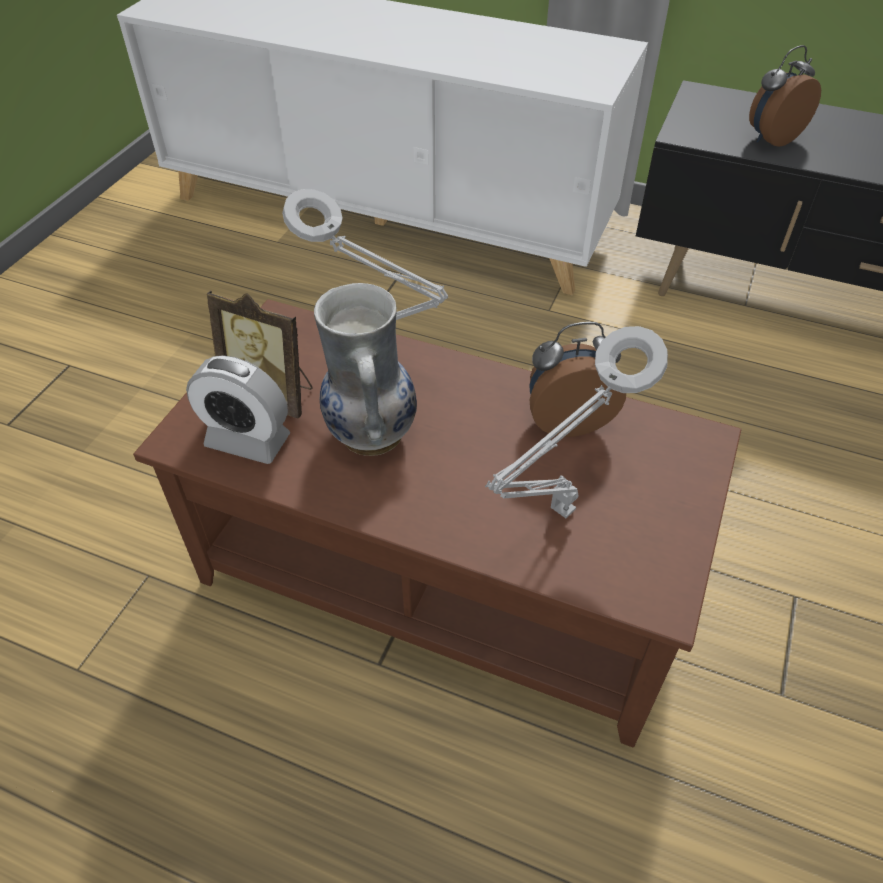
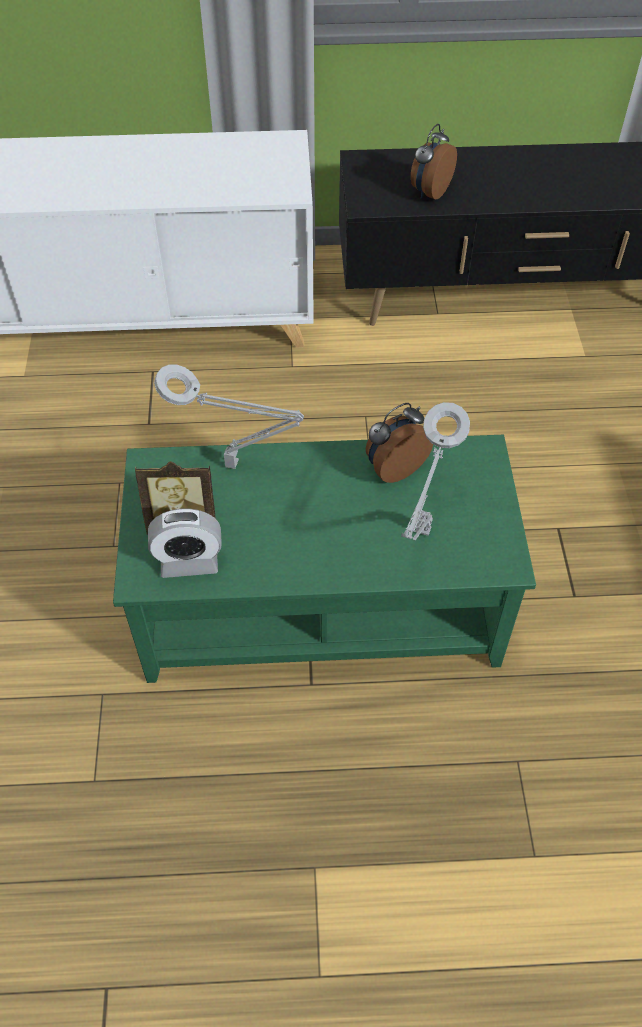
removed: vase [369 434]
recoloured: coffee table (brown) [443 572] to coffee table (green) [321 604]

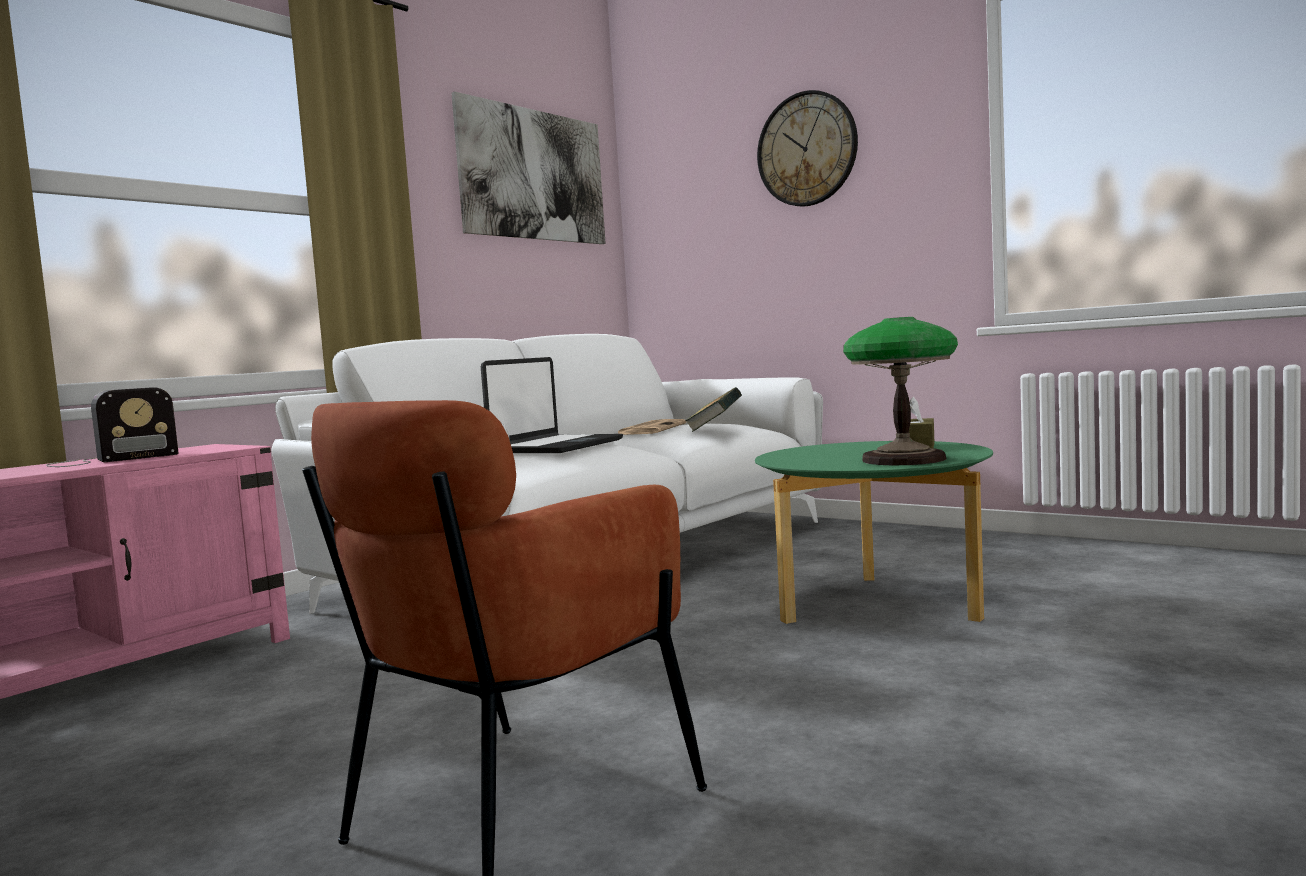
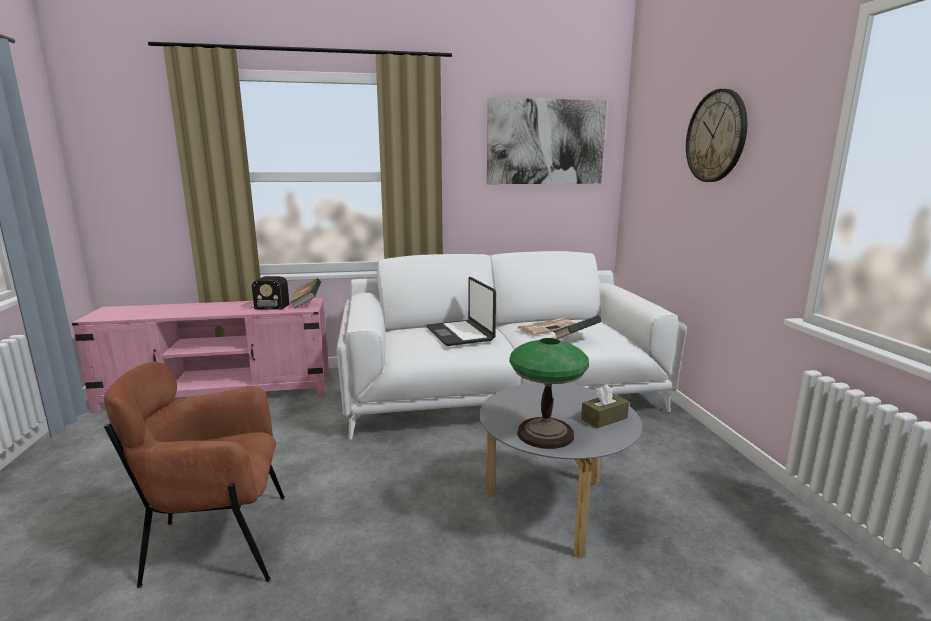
added: book [306 304]
recoloured: coffee table (green) [876 605] to coffee table (grey) [554 507]
turned: laptop [556 446] = [460 334] 90 degrees clockwise

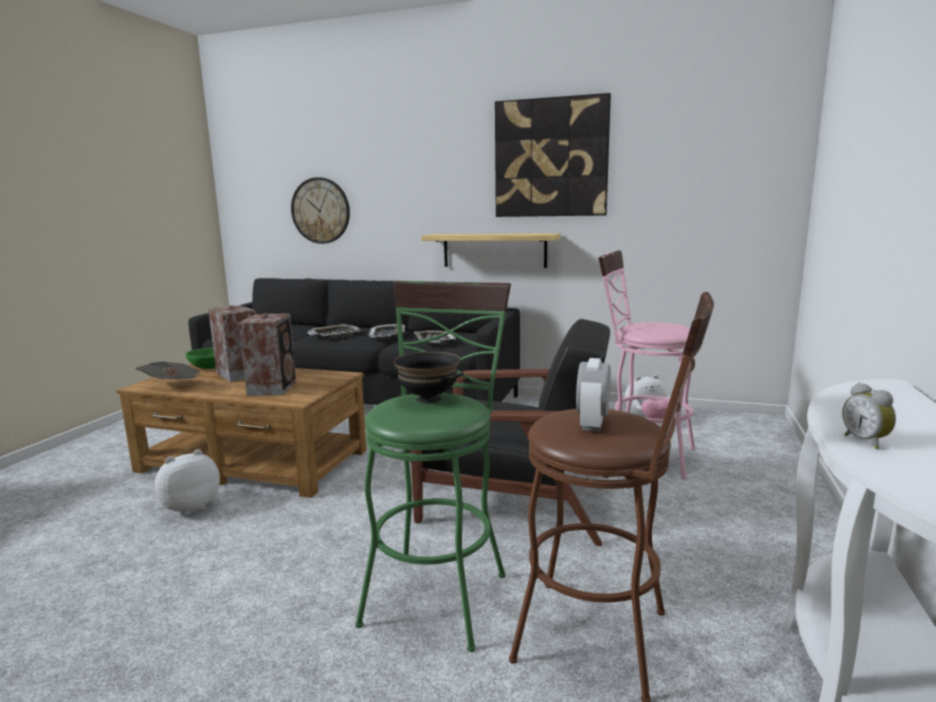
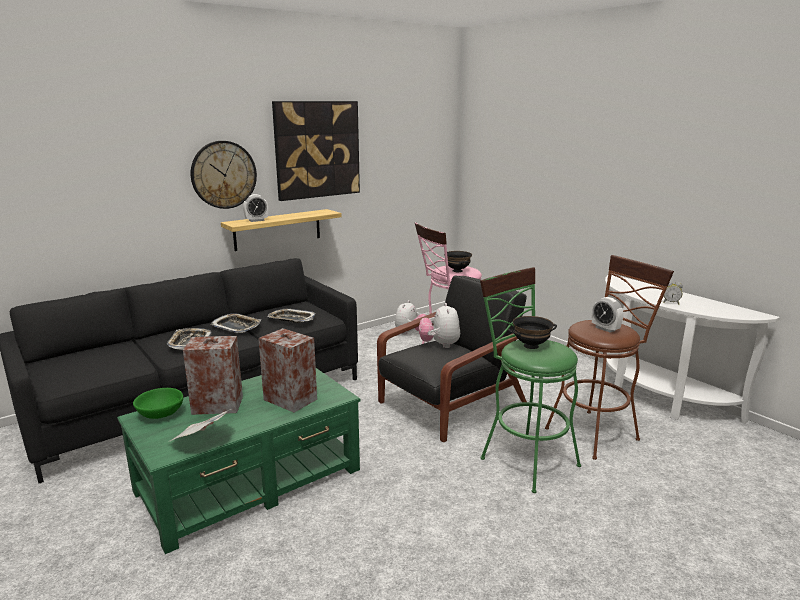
added: alarm clock [256 220]; bowl (black) [457 271]
moved: plush toy [189 507] to [439 345]; wall clock [321 210] to [223 174]
recoloured: coffee table (brown) [253 461] to coffee table (green) [250 480]

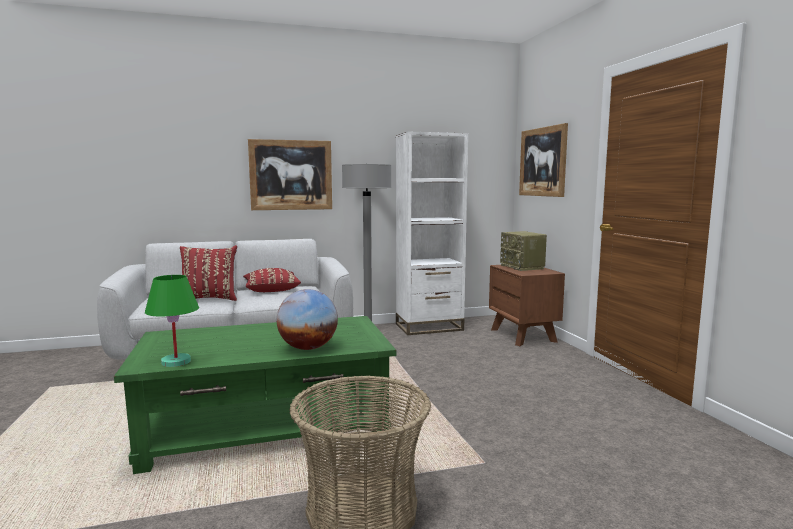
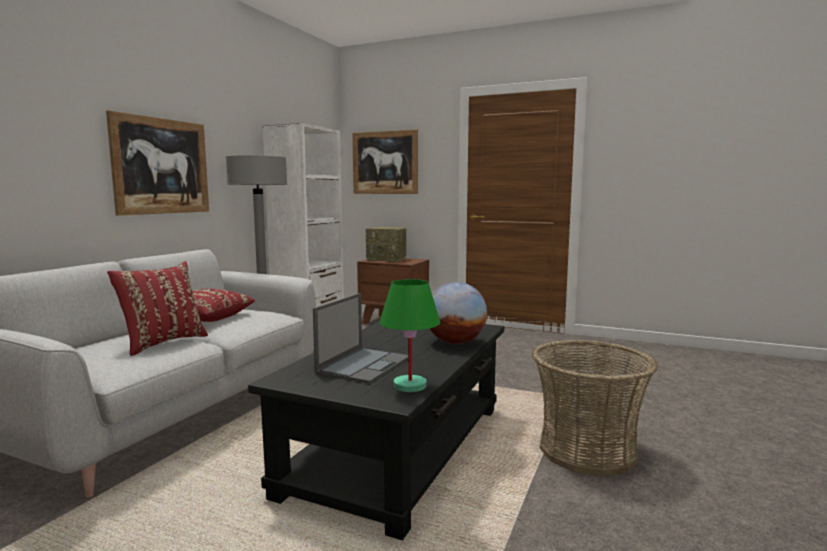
added: laptop [364 365]
recoloured: coffee table (green) [268 427] to coffee table (black) [399 448]

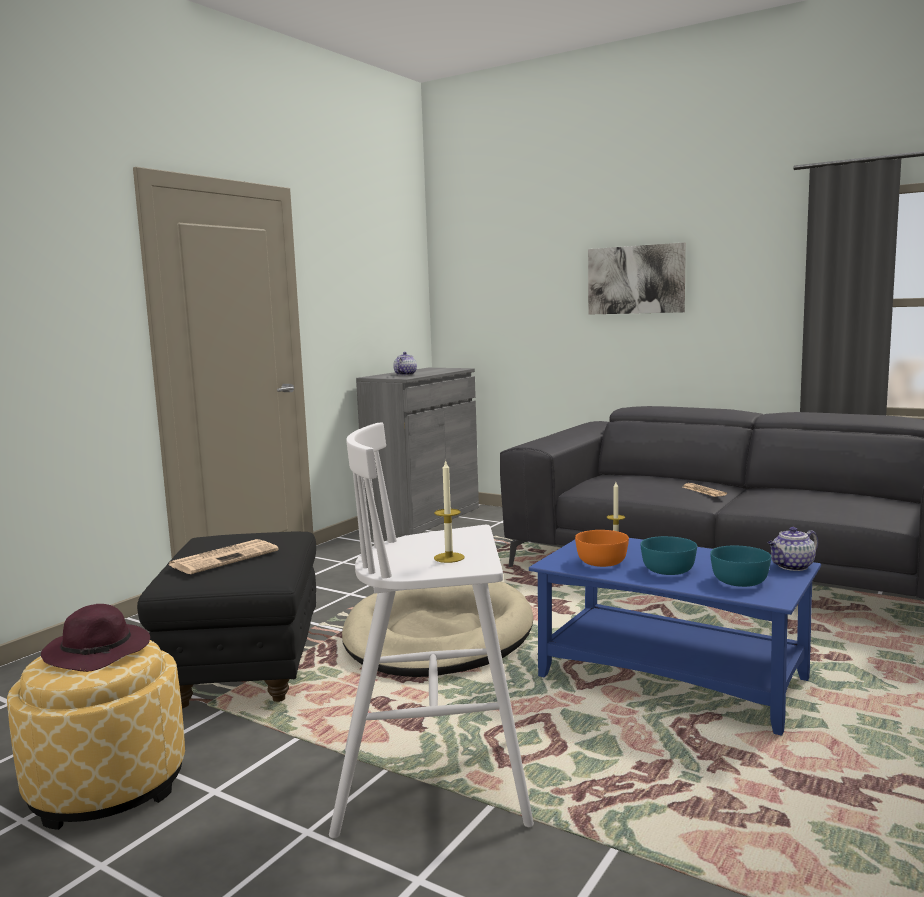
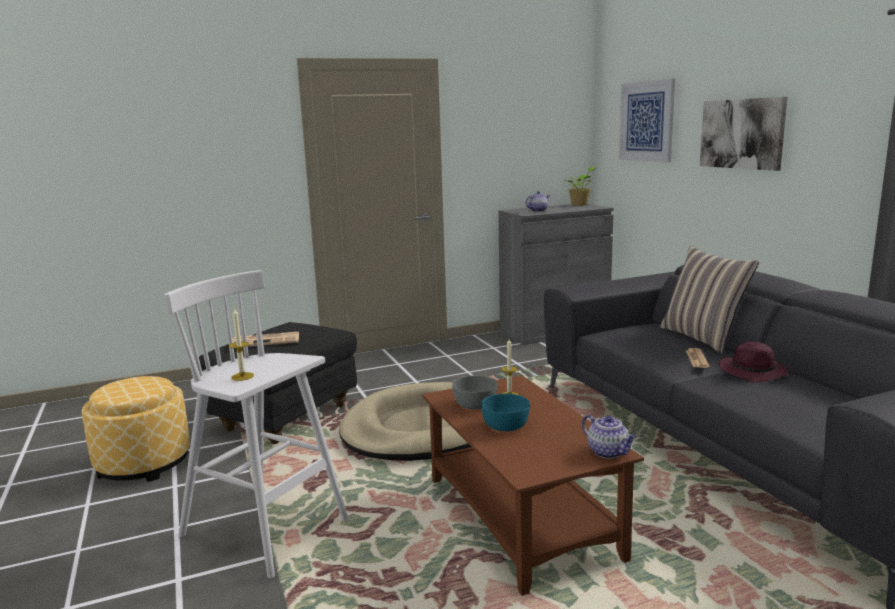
removed: bowl (turquoise) [739 581]
added: potted plant [580 205]; picture [646 121]; pillow [702 338]
moved: hat (purple) [99 652] to [753 372]
recoloured: coffee table (blue) [674 678] to coffee table (brown) [522 518]; bowl (orange) [601 562] to bowl (grey) [474 404]
turned: teapot [792 566] = [608 452] 135 degrees counterclockwise

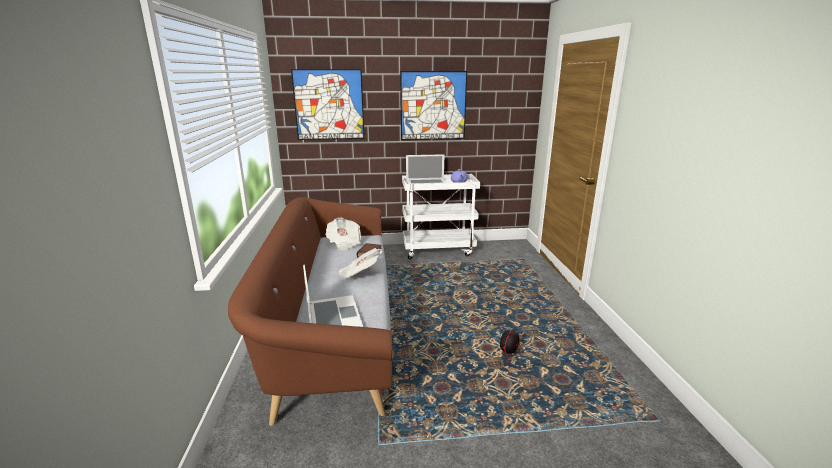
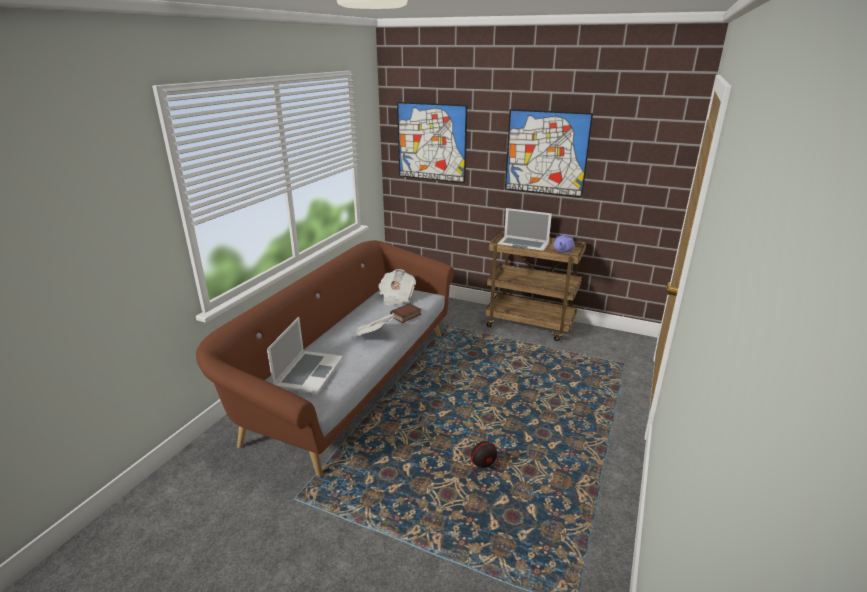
recoloured: cart (white) [438 250] to cart (brown) [530 324]

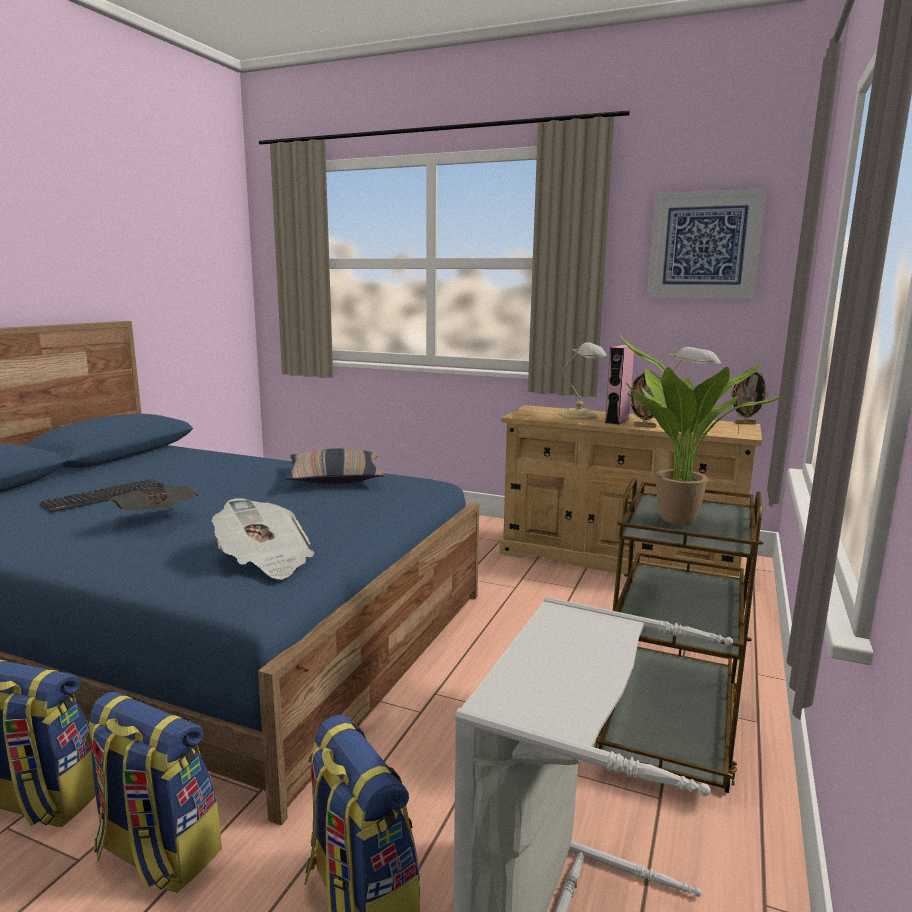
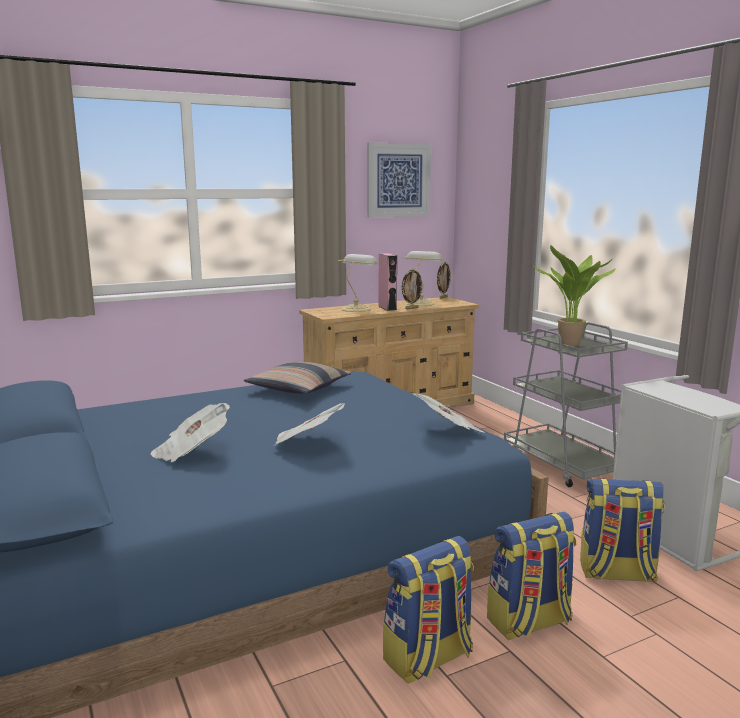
replaced: keyboard [106 496] to newspaper [191 452]
recoloured: cart (brown) [668 727] to cart (grey) [563 465]

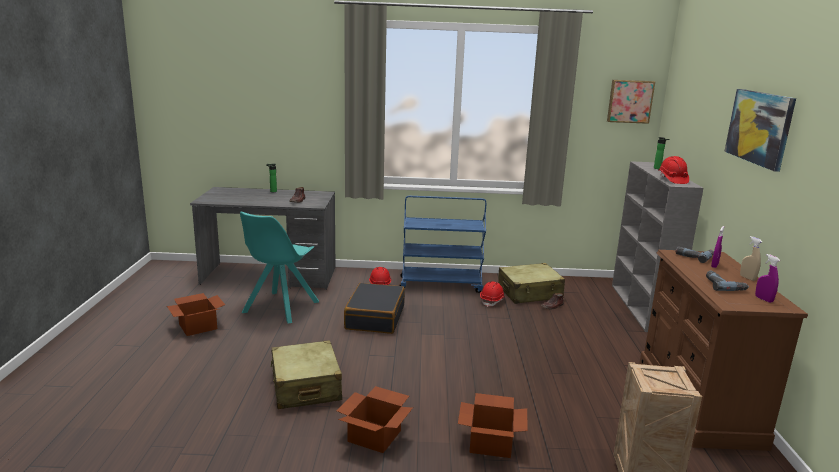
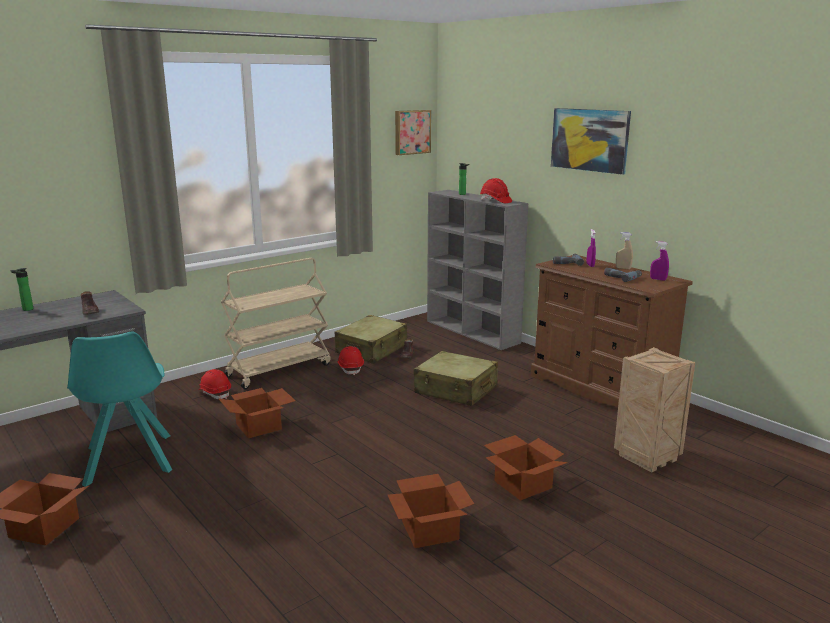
moved: suitcase (beige) [305 387] to [456 390]
replaced: suitcase (black) [374 317] to cardboard box [260 426]
recoloured: cart (blue) [441 284] to cart (beige) [279 370]

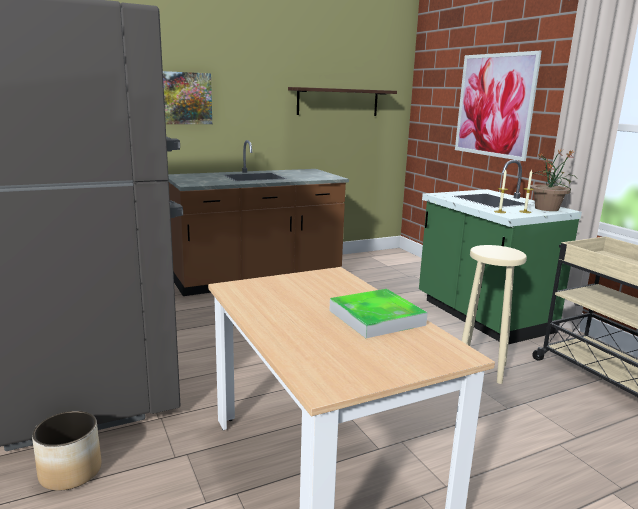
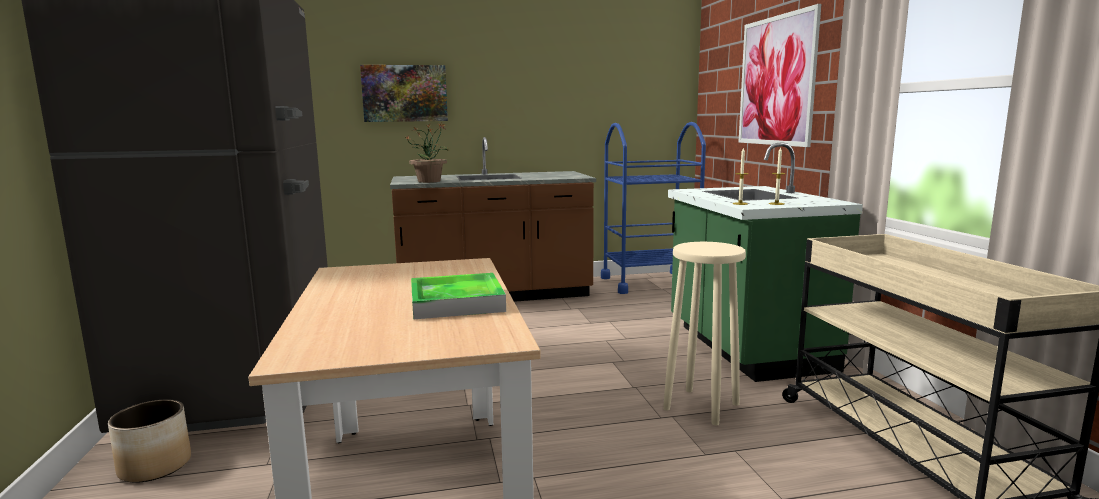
removed: shelf [338 102]
added: cart (blue) [650 282]
moved: potted plant [547 208] to [430 181]

